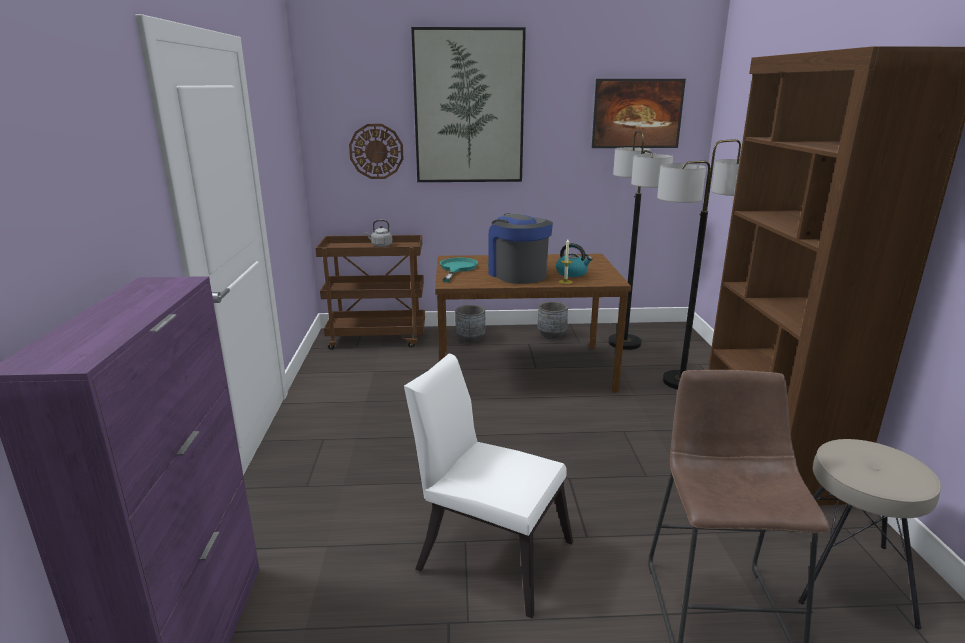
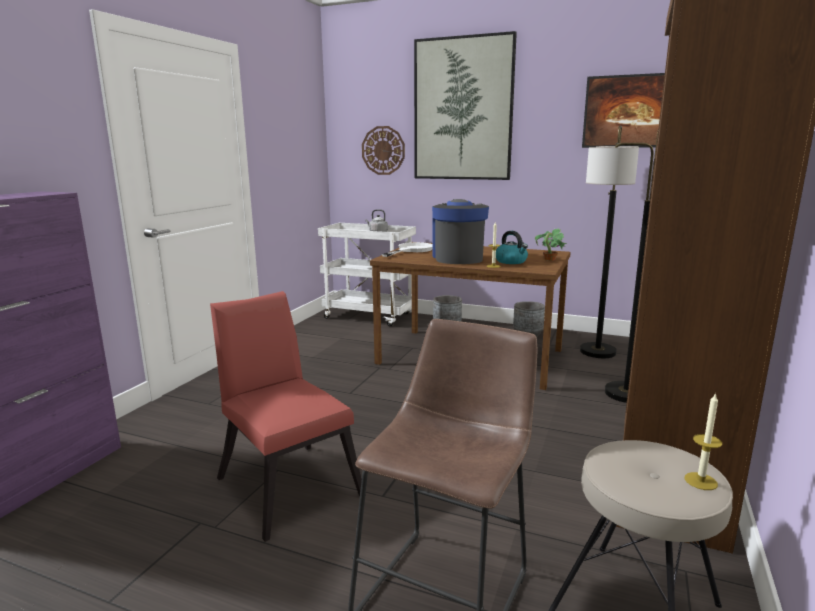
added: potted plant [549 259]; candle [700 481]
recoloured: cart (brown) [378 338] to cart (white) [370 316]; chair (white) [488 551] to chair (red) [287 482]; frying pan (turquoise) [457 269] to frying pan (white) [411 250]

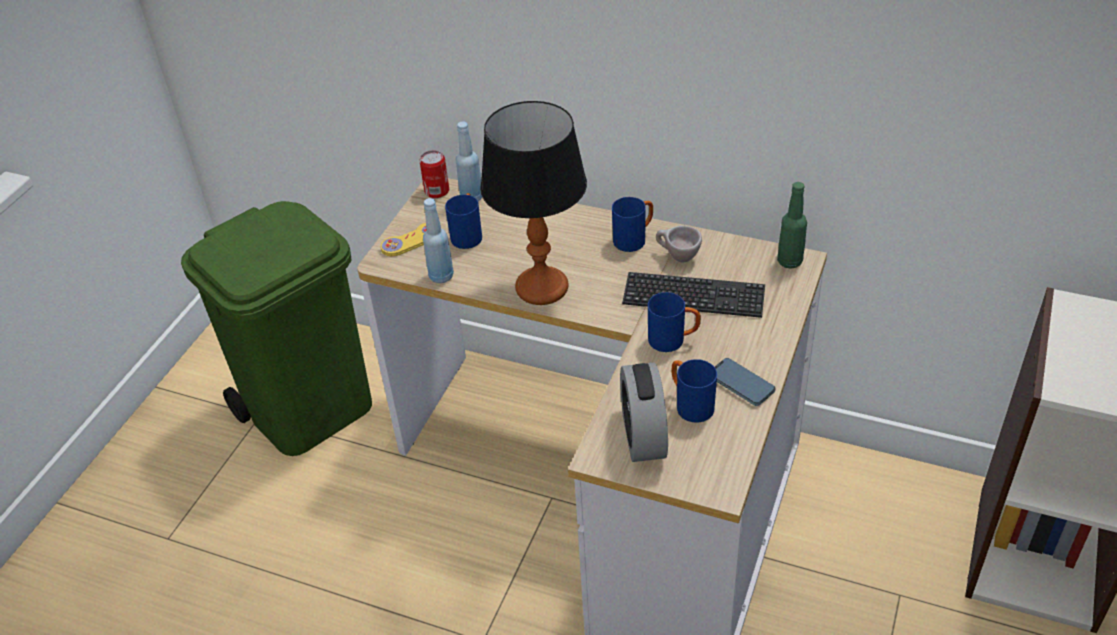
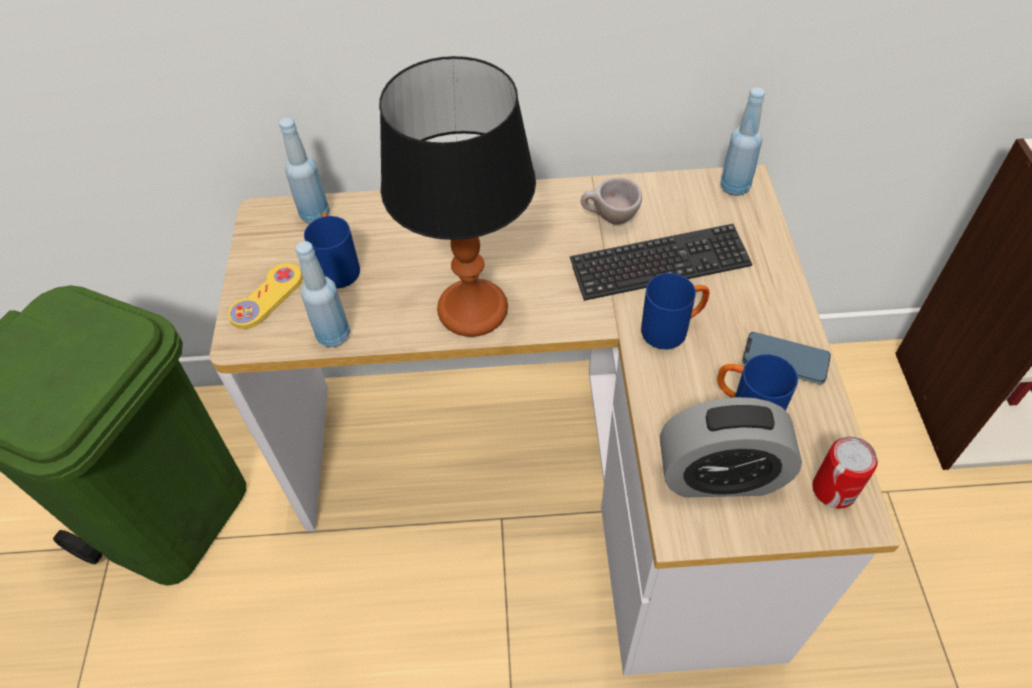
removed: mug (blue) [634 239]
moved: can [437 191] to [834 489]
recoloured: bottle (green) [789 261] to bottle (blue) [734 187]
turned: alarm clock [643 436] = [720 476] 60 degrees counterclockwise

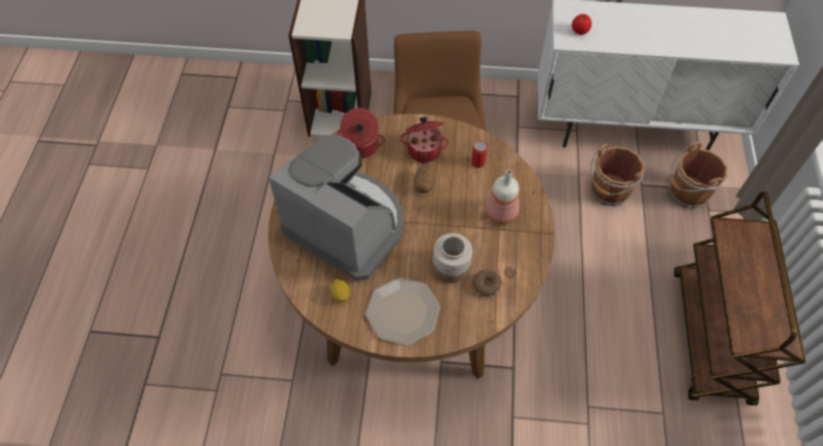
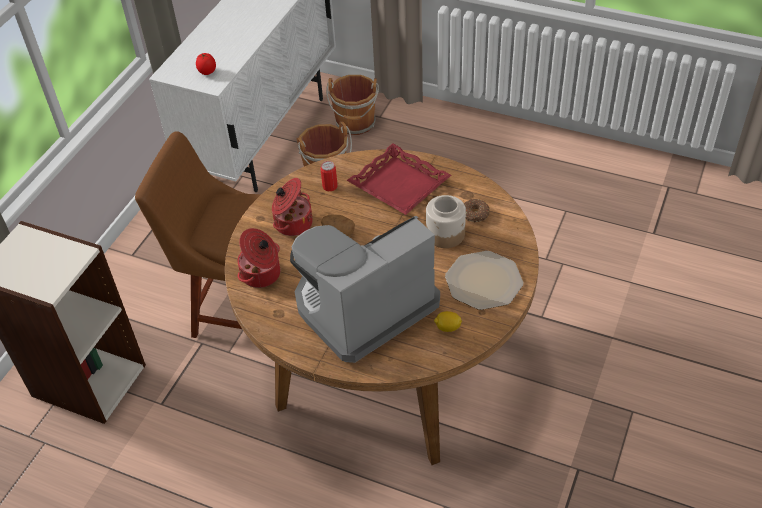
removed: cart (brown) [711 337]
replaced: bottle [501 214] to tray (red) [399 185]

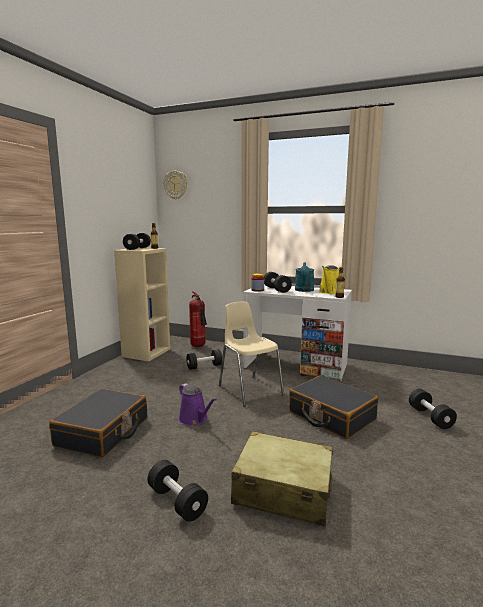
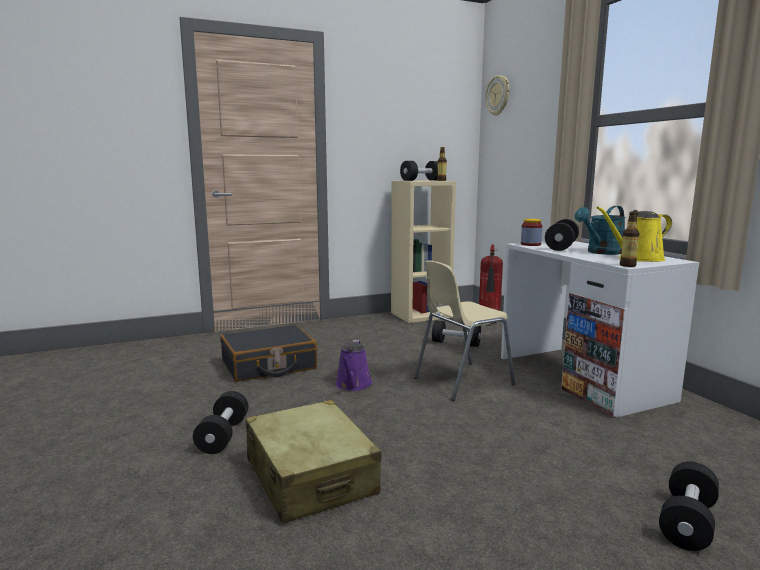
removed: suitcase (black) [331 416]
turned: chair (beige) [249 390] = [461 381] 135 degrees counterclockwise

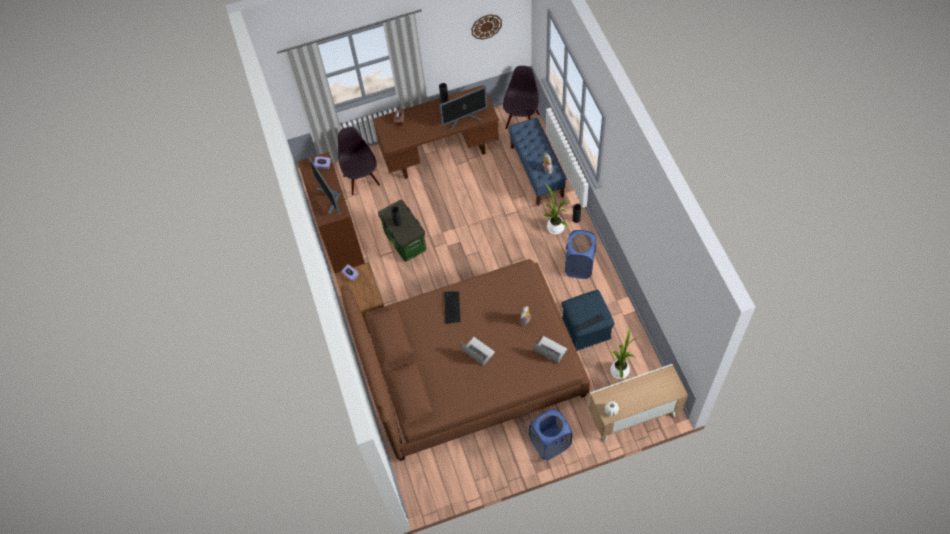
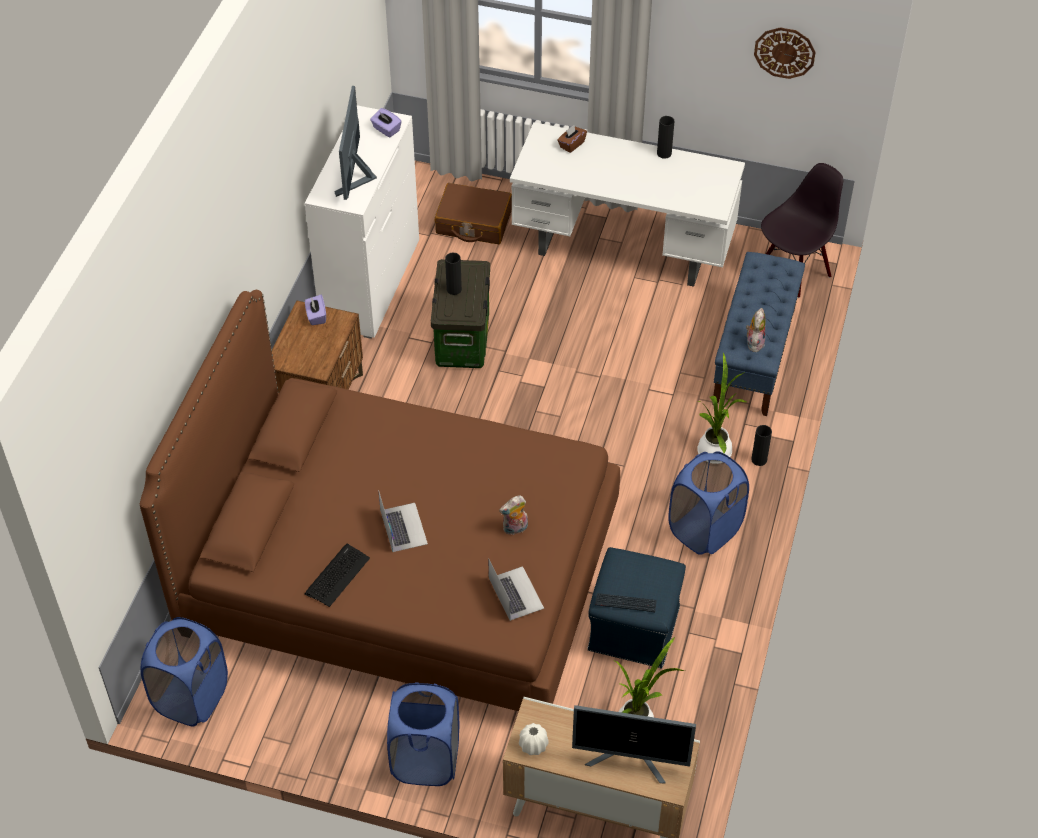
added: laundry basket (blue) [191 697]
moved: monitor [464 119] to [630 760]; keyboard [452 307] to [337 575]
replaced: chair (black) [362 180] to suitcase (brown) [473 222]
recoloured: dresser (brown) [340 239] to dresser (white) [370 283]; desk (brown) [440 153] to desk (white) [623 249]

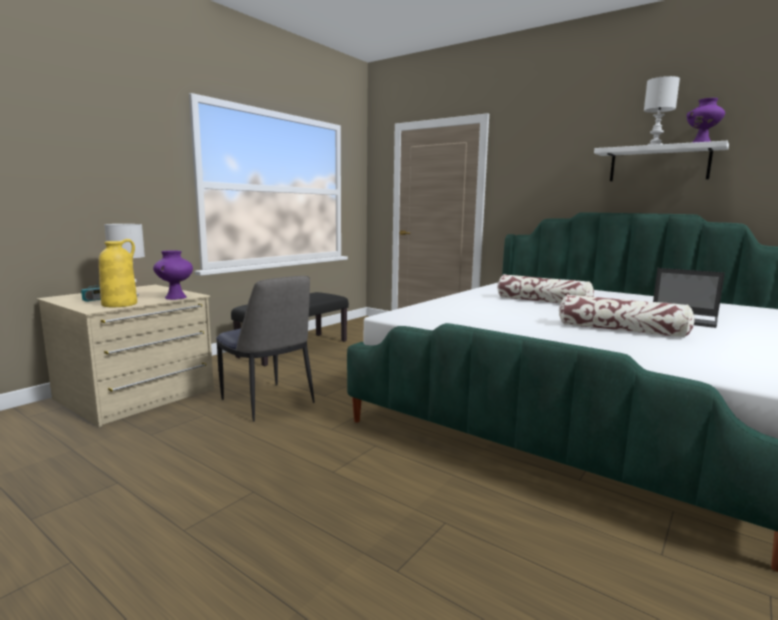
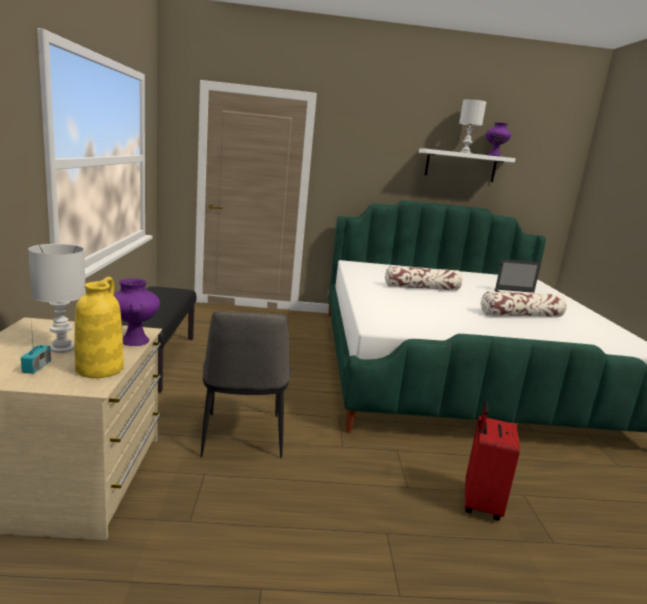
added: suitcase (red) [479 503]
turned: chair [268 402] = [242 437] 75 degrees clockwise

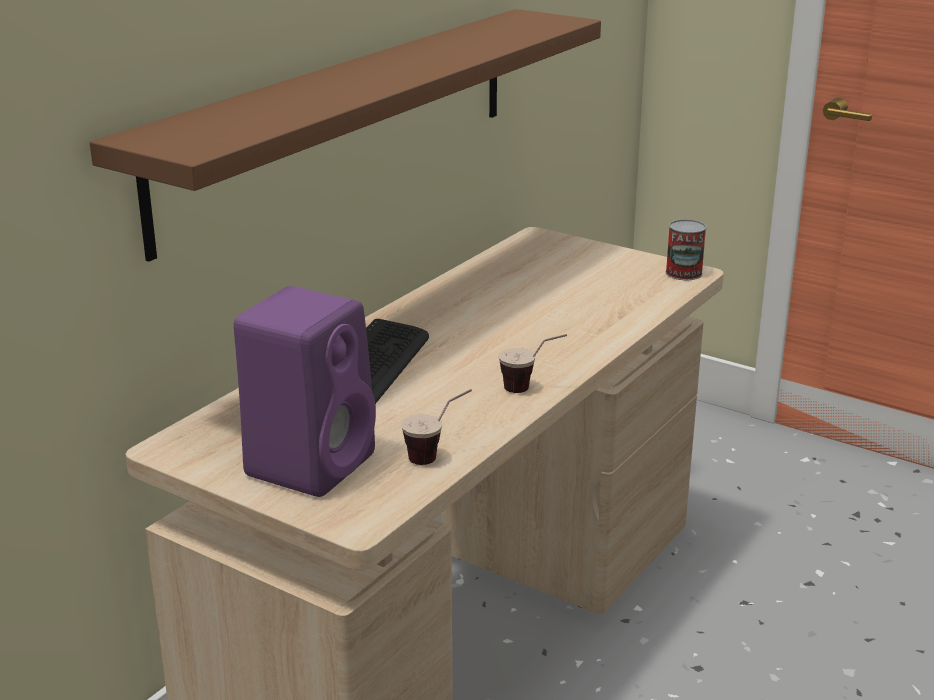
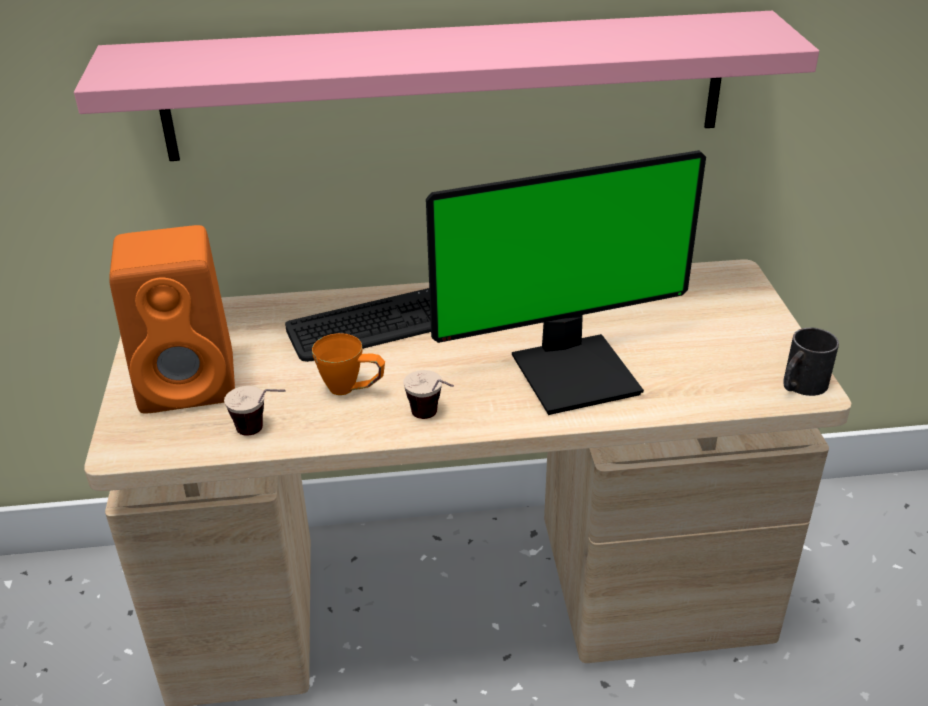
added: mug (orange) [352 389]; monitor [574 371]
replaced: can [683 273] to mug (black) [800 386]
recoloured: shelf (brown) [344 120] to shelf (pink) [446 86]; speaker (purple) [312 463] to speaker (orange) [192 382]

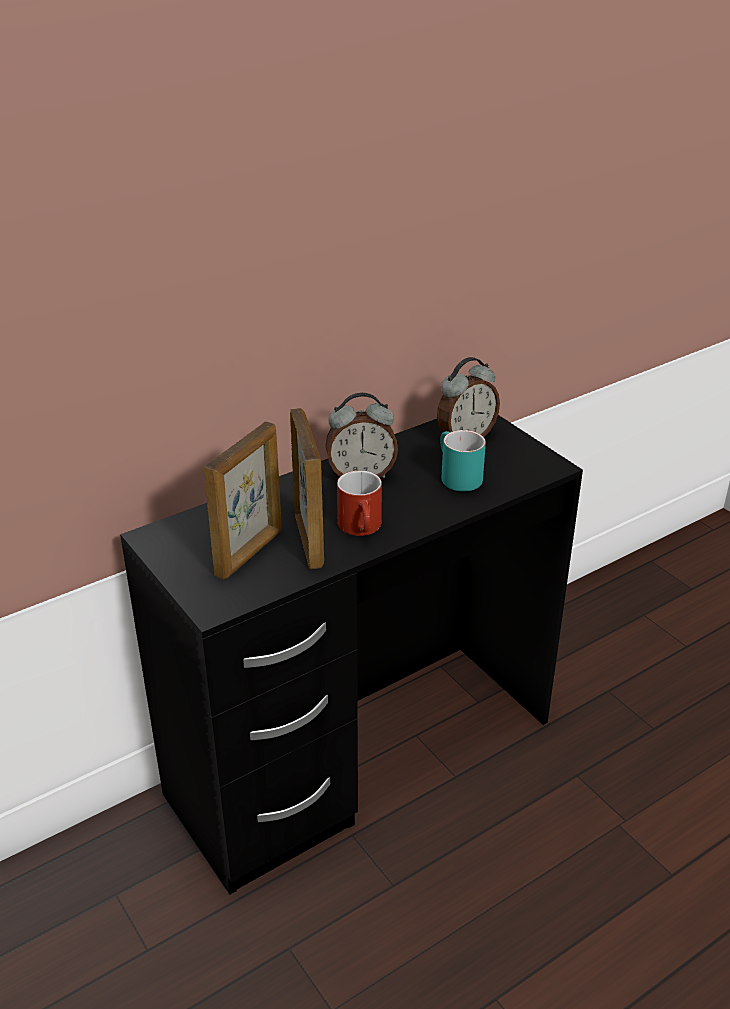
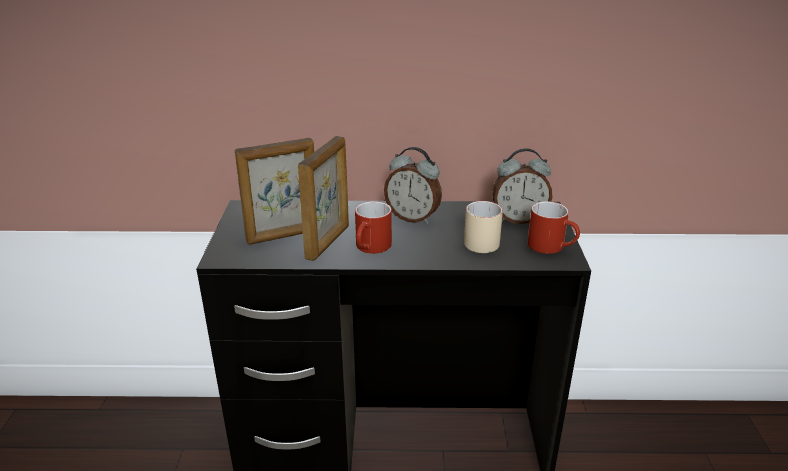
added: mug (red) [552 246]
recoloured: mug (turquoise) [455 476] to mug (beige) [480 240]

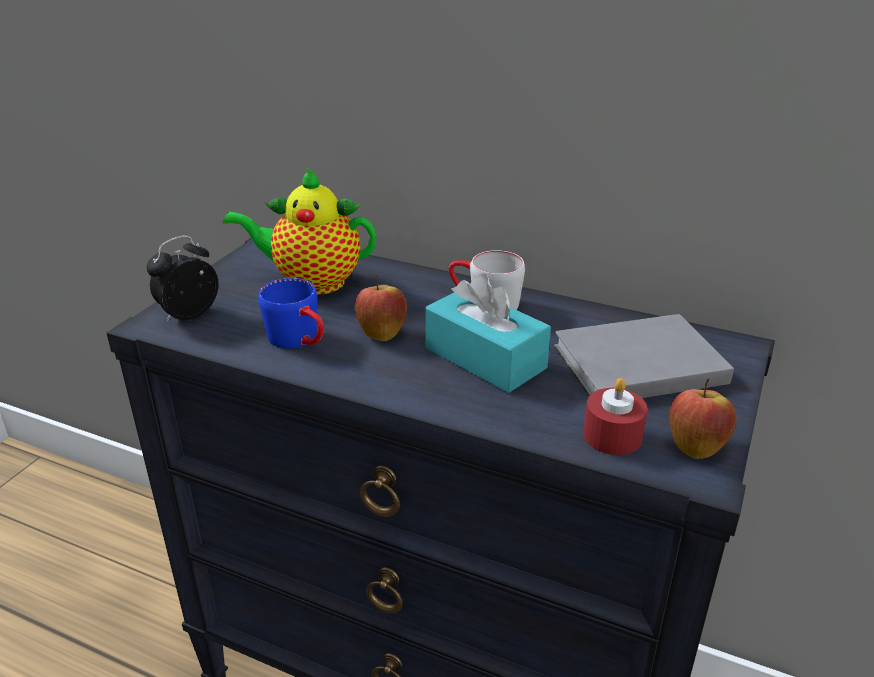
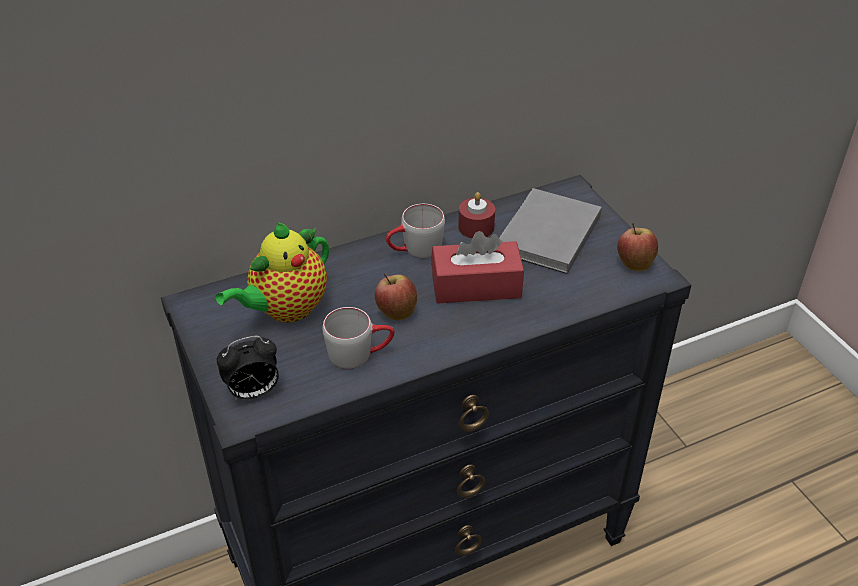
moved: candle (red) [612 436] to [476 227]
recoloured: mug (blue) [300 340] to mug (grey) [360 353]; tissue box (turquoise) [485 358] to tissue box (red) [476 286]
turned: alarm clock [189 315] = [253 393] 105 degrees counterclockwise

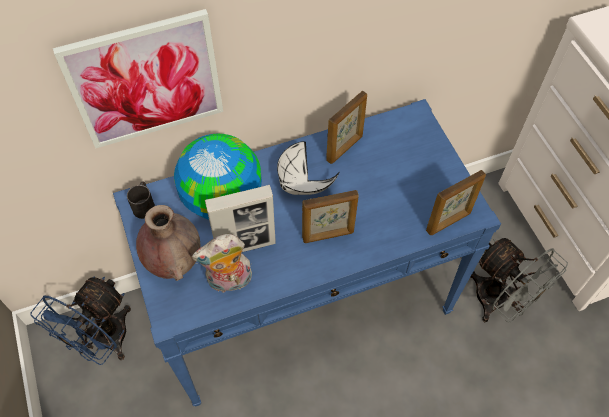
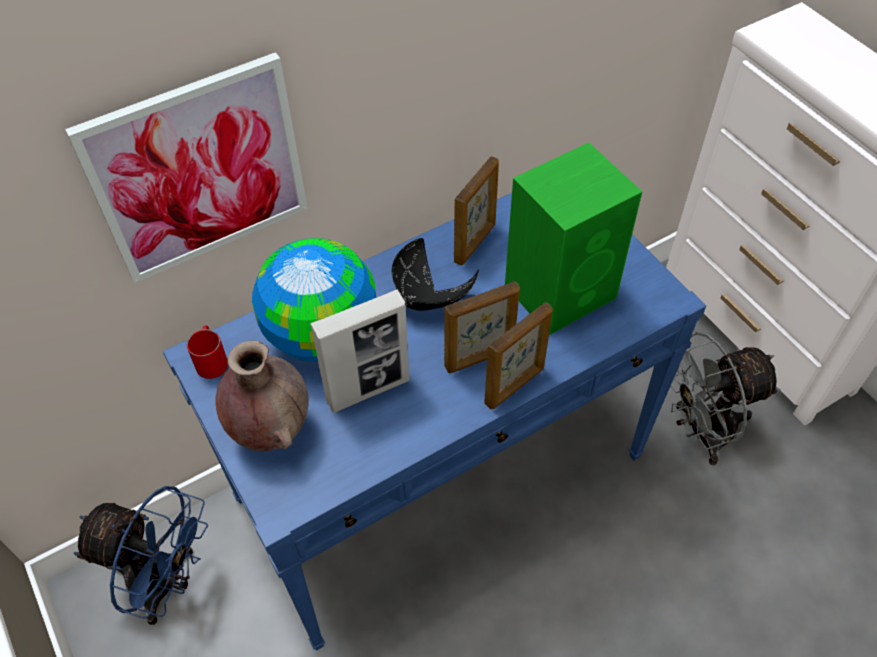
removed: plush toy [229 282]
added: speaker (green) [562 290]
moved: picture frame [449 222] to [515 386]
recoloured: mug (black) [144 204] to mug (red) [212 359]; bowl (white) [303 185] to bowl (black) [430 298]
turned: fan (blue) [103 342] = [166 584] 90 degrees counterclockwise; fan (grey) [499 302] = [700 432] 120 degrees clockwise

